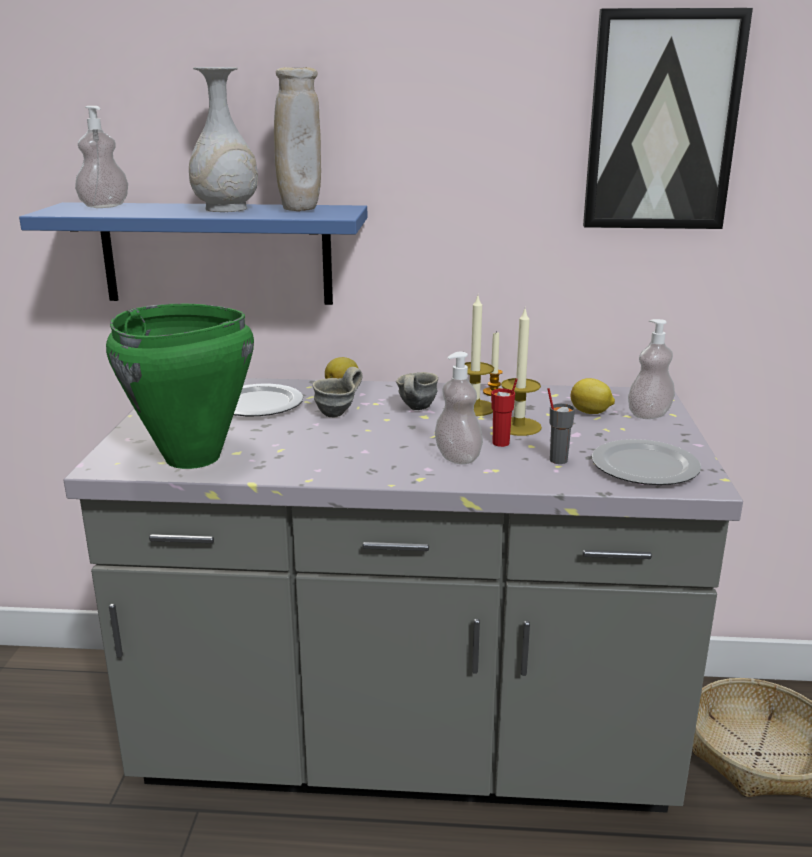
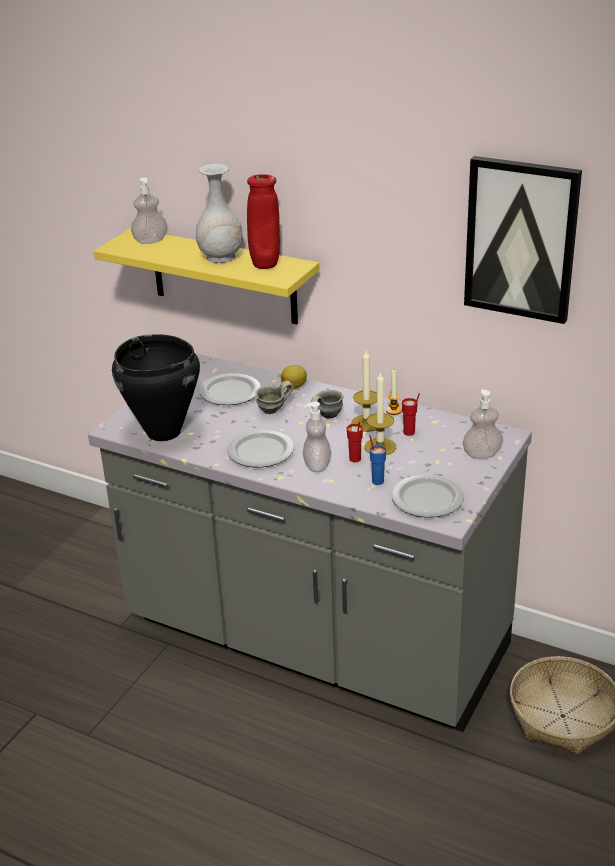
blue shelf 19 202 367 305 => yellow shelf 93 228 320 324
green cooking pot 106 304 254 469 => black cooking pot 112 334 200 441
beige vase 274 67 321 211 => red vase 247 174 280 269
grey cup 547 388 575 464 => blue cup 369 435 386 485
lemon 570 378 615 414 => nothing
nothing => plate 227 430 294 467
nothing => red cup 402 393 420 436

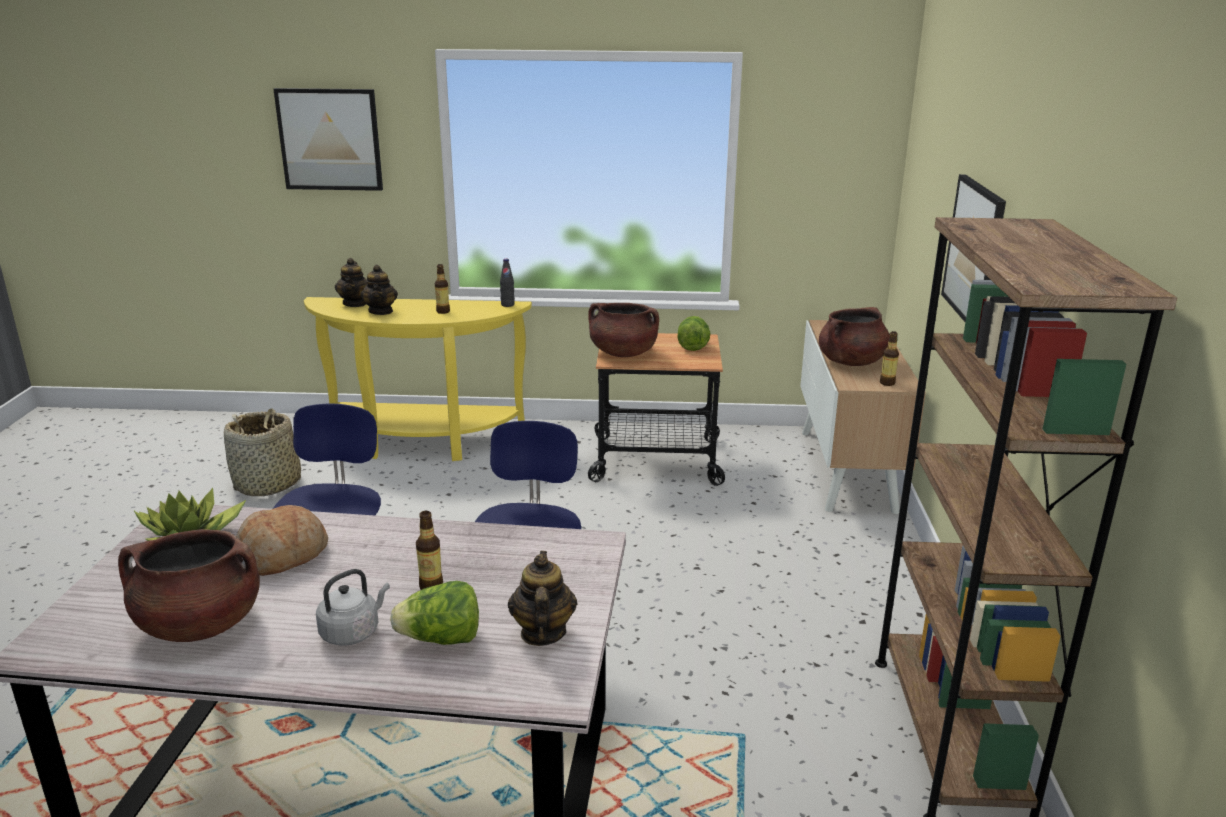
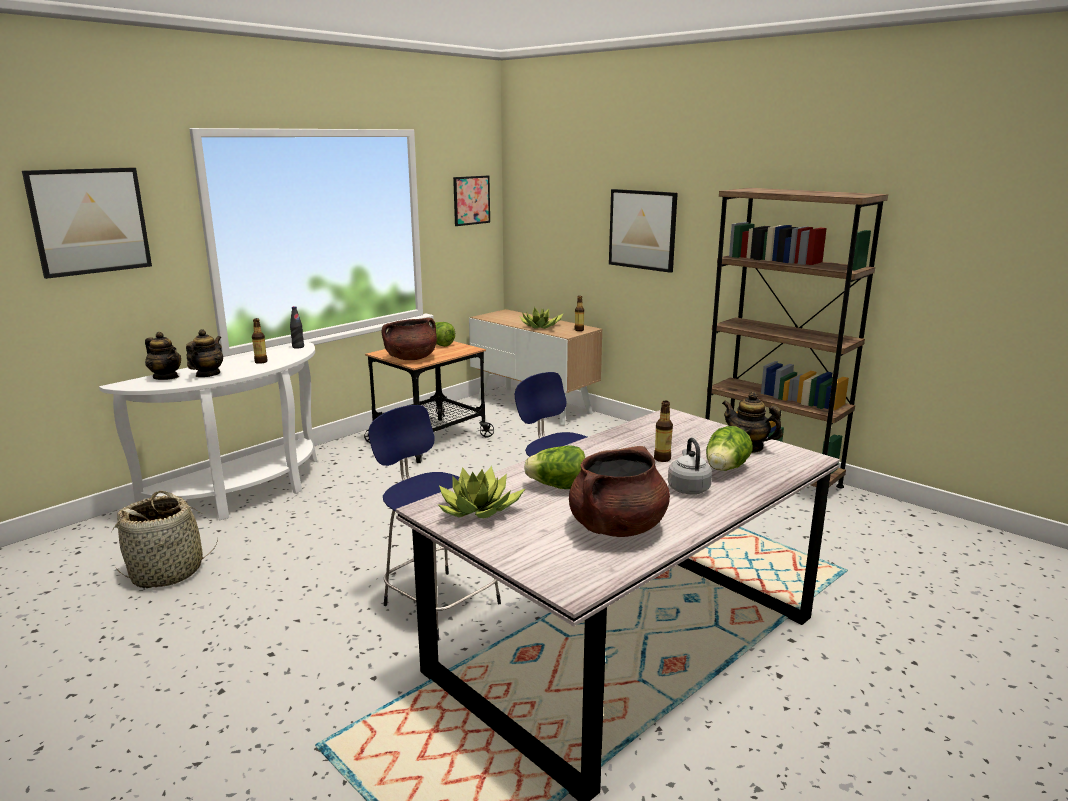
bread 236 505 328 576 => lettuce 524 446 585 489
yellow console table 304 297 532 461 => white console table 99 342 317 520
teapot 360 265 398 315 => teapot 186 329 223 377, 105 degrees counterclockwise
brown cooking pot 819 307 890 366 => potted plant 520 307 564 329
nothing => picture 453 176 490 226

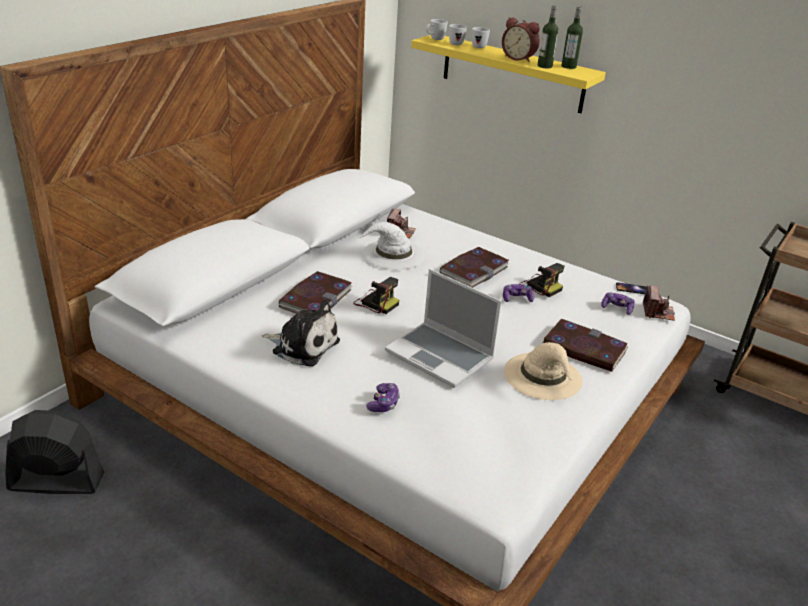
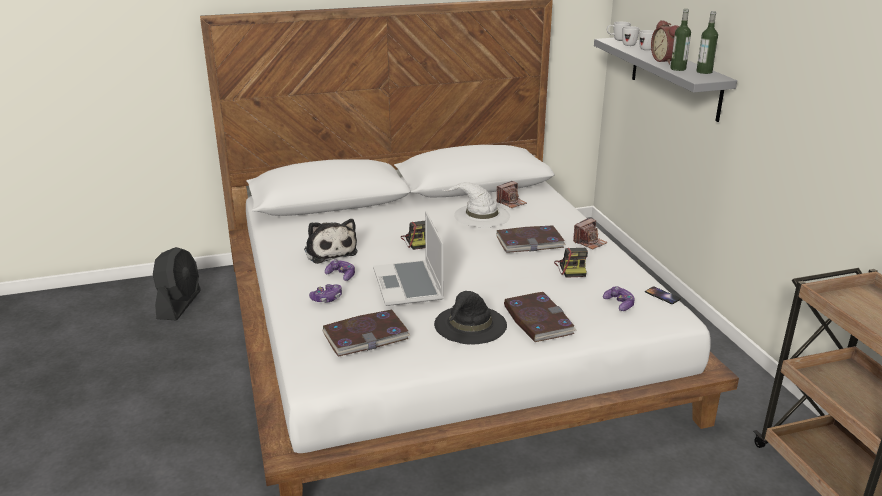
black fan 5 410 104 494 => black fan 153 247 201 321, 60 degrees clockwise
book 278 271 352 314 => book 322 310 411 357, moved
yellow shelf 411 35 606 113 => grey shelf 594 38 737 122
game controller 503 284 534 302 => game controller 325 260 355 281, moved
beige hat 504 342 582 400 => black hat 434 291 507 345
photo camera 643 285 675 321 => photo camera 573 218 608 249, moved

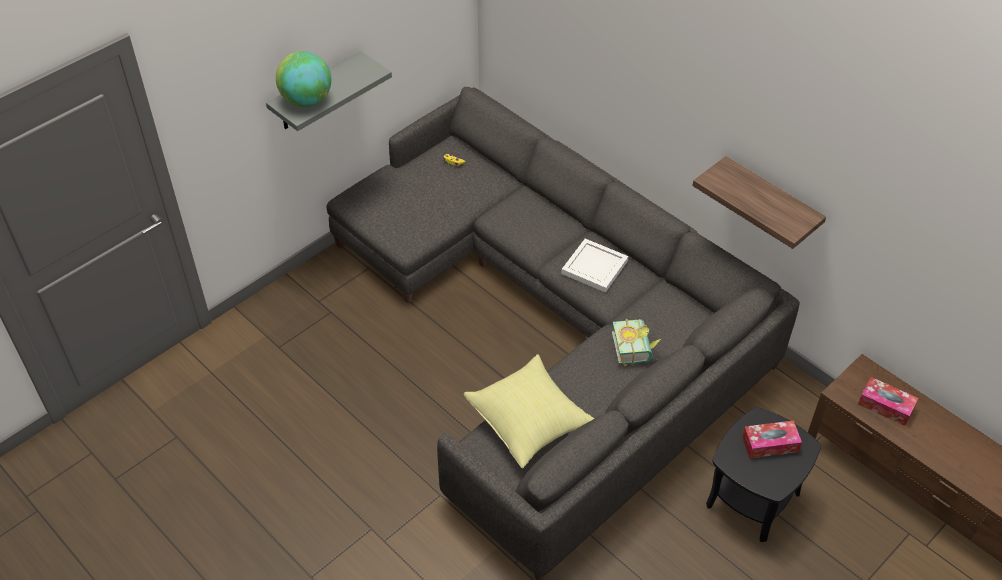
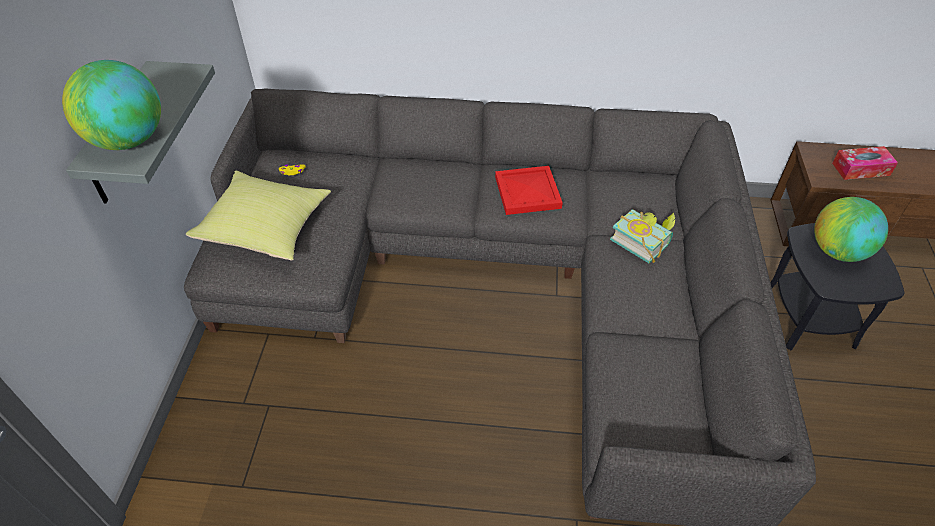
yellow pillow 464 354 594 468 => yellow pillow 186 171 331 261, moved
white tray 561 239 629 293 => red tray 495 166 563 215
shelf 693 156 826 249 => nothing
tissue box 742 421 802 458 => globe 814 197 888 262

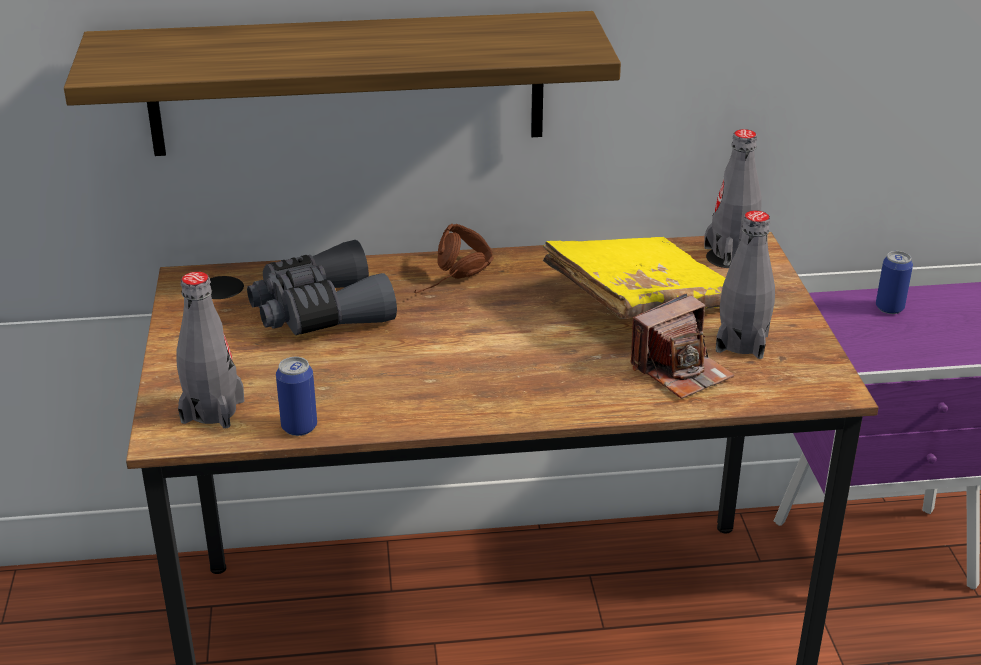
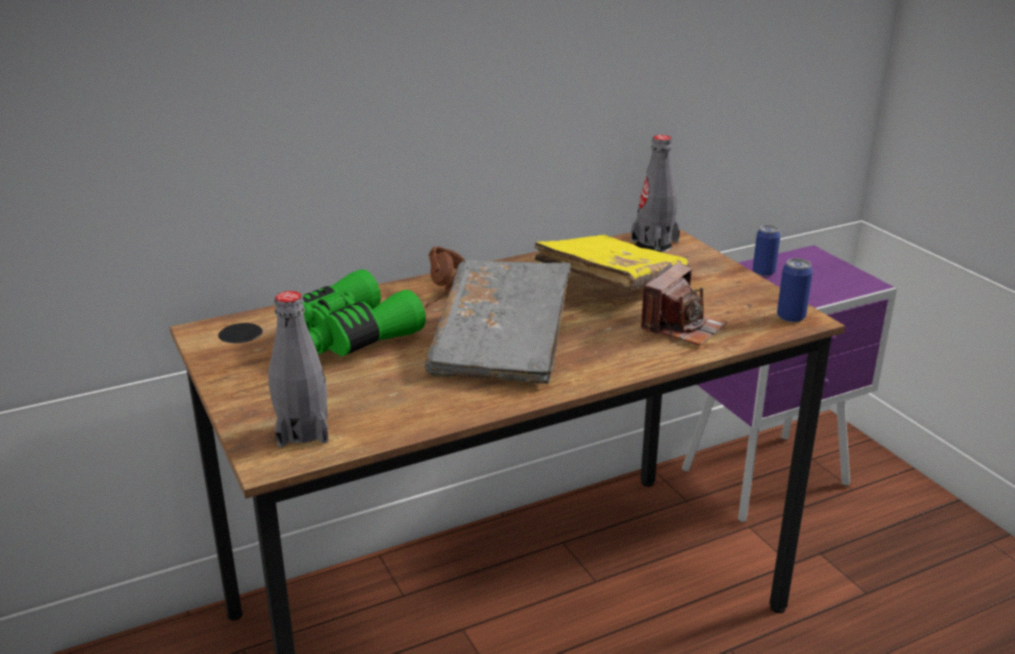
shelf 64 11 621 156 => nothing
grey binoculars 247 240 397 335 => green binoculars 302 269 426 356
can 276 357 317 436 => can 777 258 813 322, moved
grey bottle 716 210 775 359 => nothing
nothing => grey book 425 259 571 384

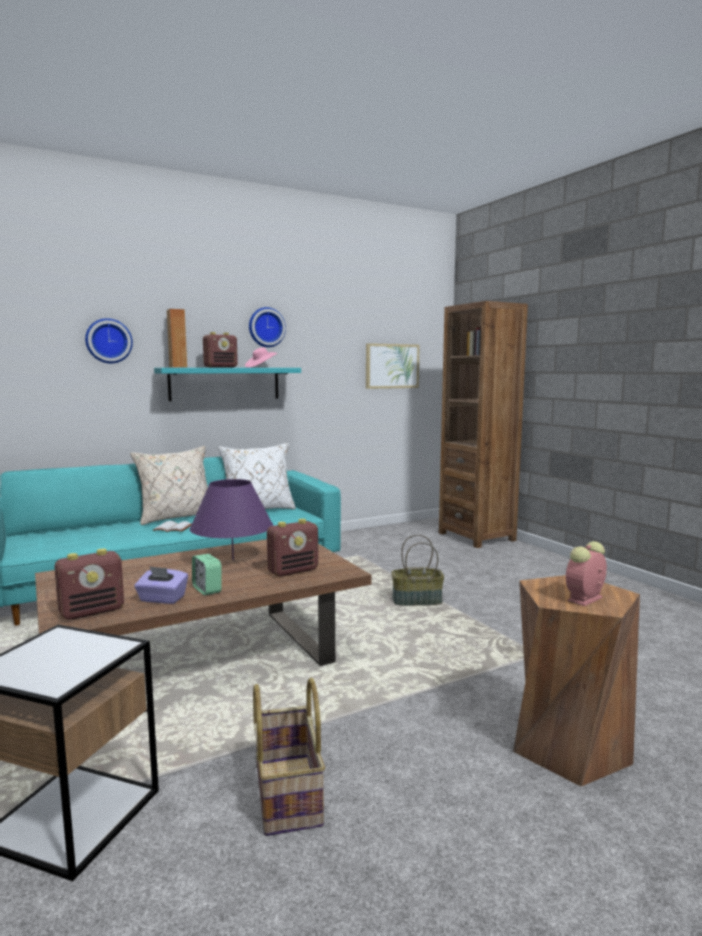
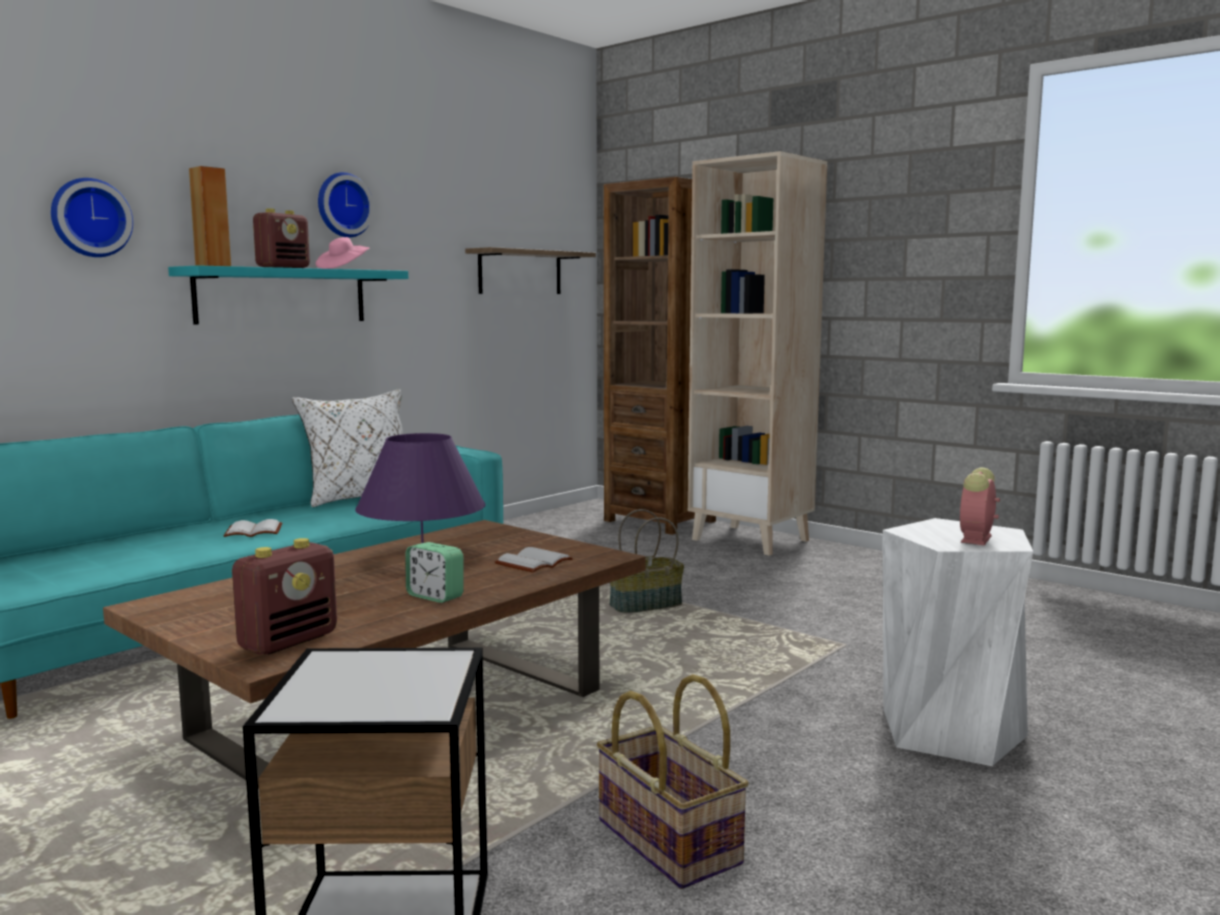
beige pillow 130 446 208 525 => nothing
purple tissue box 134 566 188 604 => nothing
radio 267 519 318 576 => white book 495 547 573 573
picture 366 343 420 389 => shelf 465 247 596 294
brown stool 513 575 640 787 => white stool 883 518 1033 766
nothing => beige bookcase 688 151 827 556

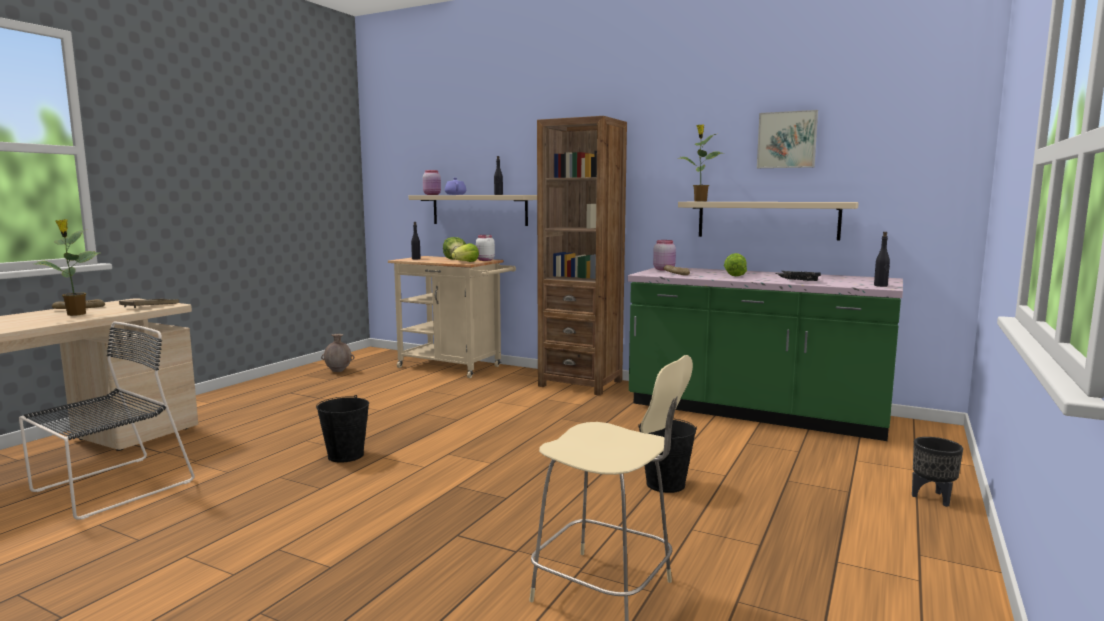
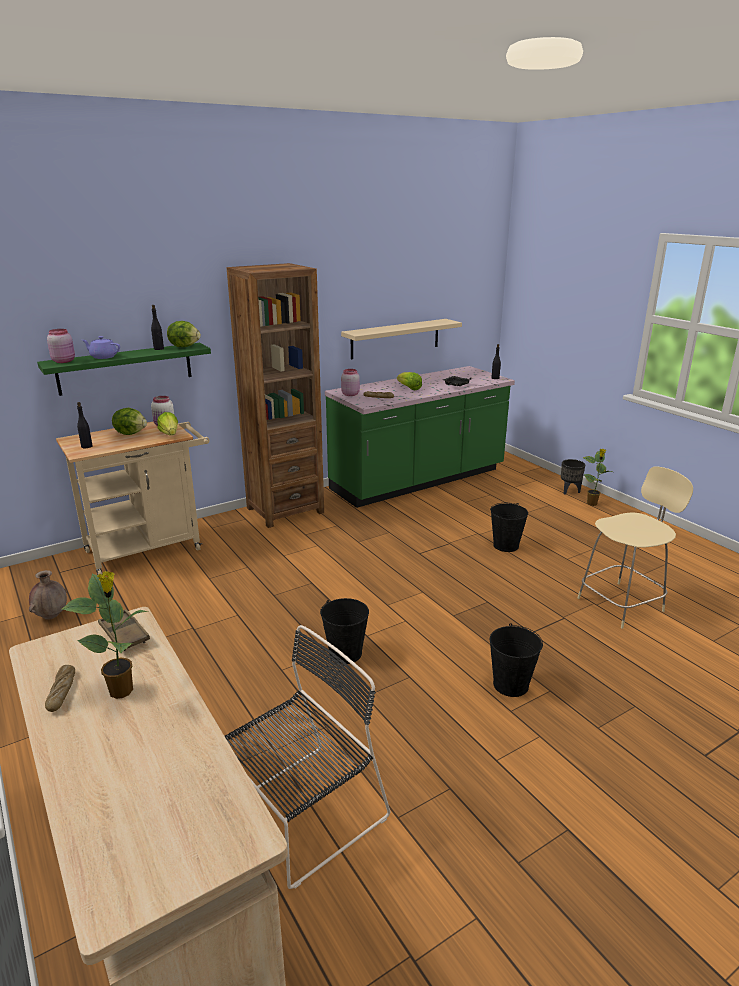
black chair 19 322 195 520 => black chair 225 625 390 889, 75 degrees clockwise
beige shelf 409 195 537 226 => green shelf 37 343 211 396
potted plant 679 124 721 201 => potted plant 583 449 612 506, moved
picture 757 110 818 168 => nothing
nothing => lettuce 167 321 201 347
nothing => black bucket 490 623 543 697

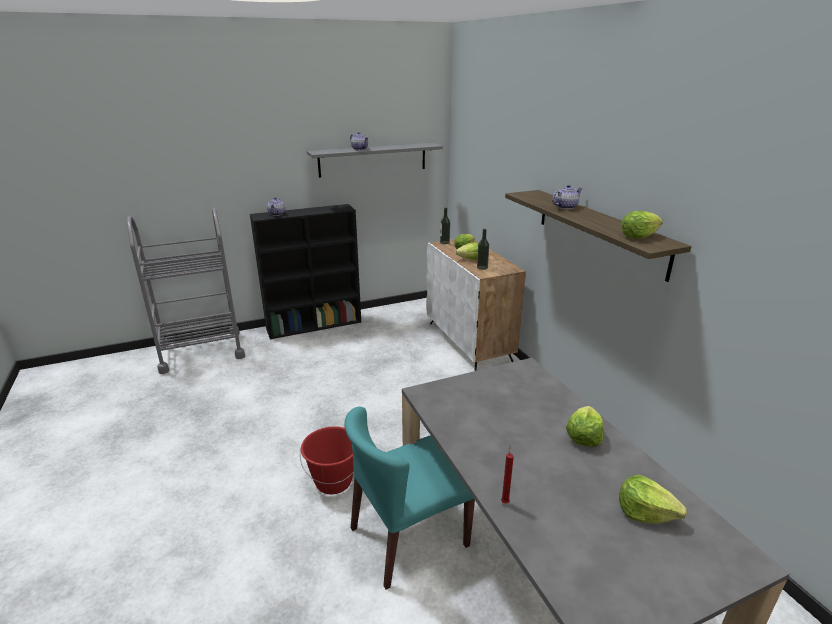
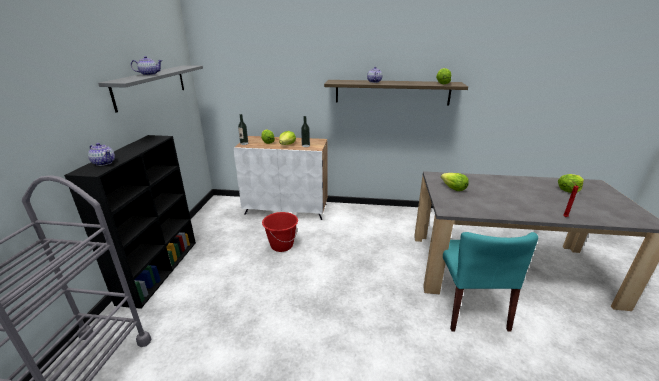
red bucket 300 426 354 495 => red bucket 262 212 298 252, moved
lettuce 566 406 603 447 => lettuce 441 173 469 191, moved

